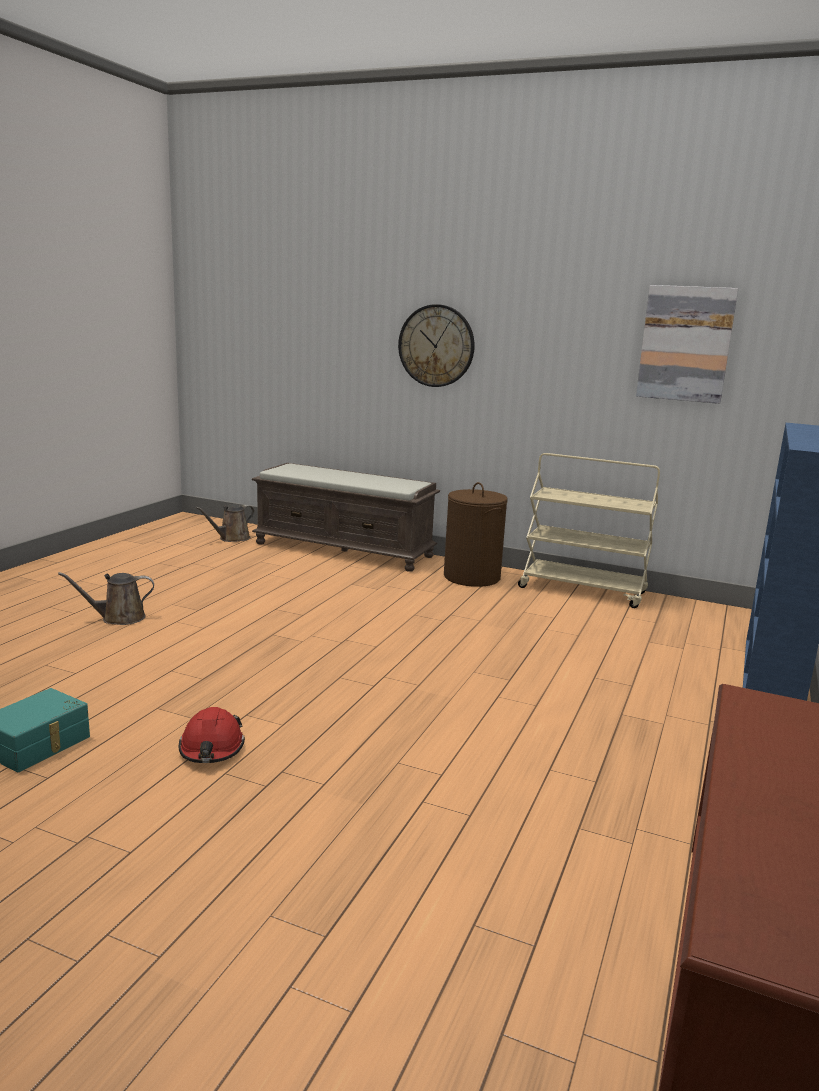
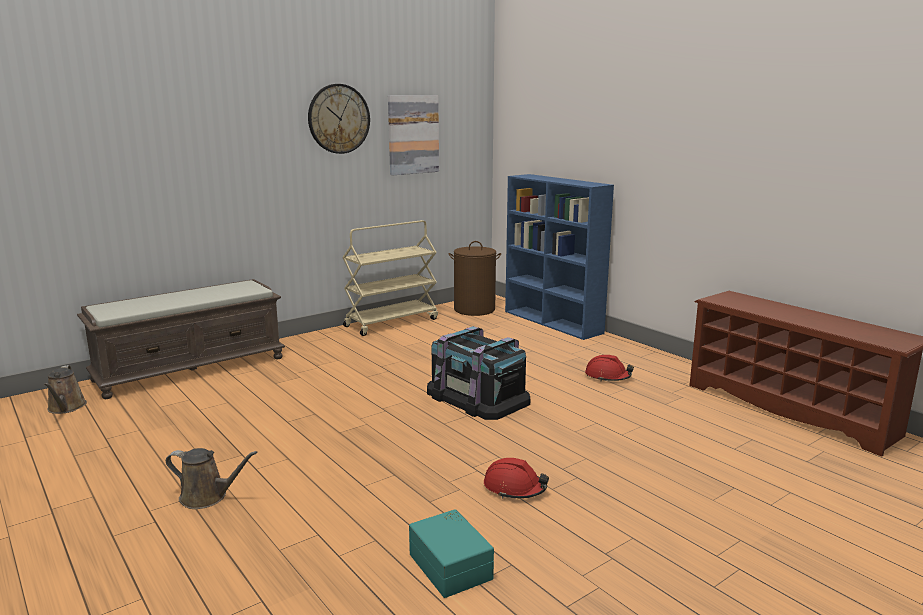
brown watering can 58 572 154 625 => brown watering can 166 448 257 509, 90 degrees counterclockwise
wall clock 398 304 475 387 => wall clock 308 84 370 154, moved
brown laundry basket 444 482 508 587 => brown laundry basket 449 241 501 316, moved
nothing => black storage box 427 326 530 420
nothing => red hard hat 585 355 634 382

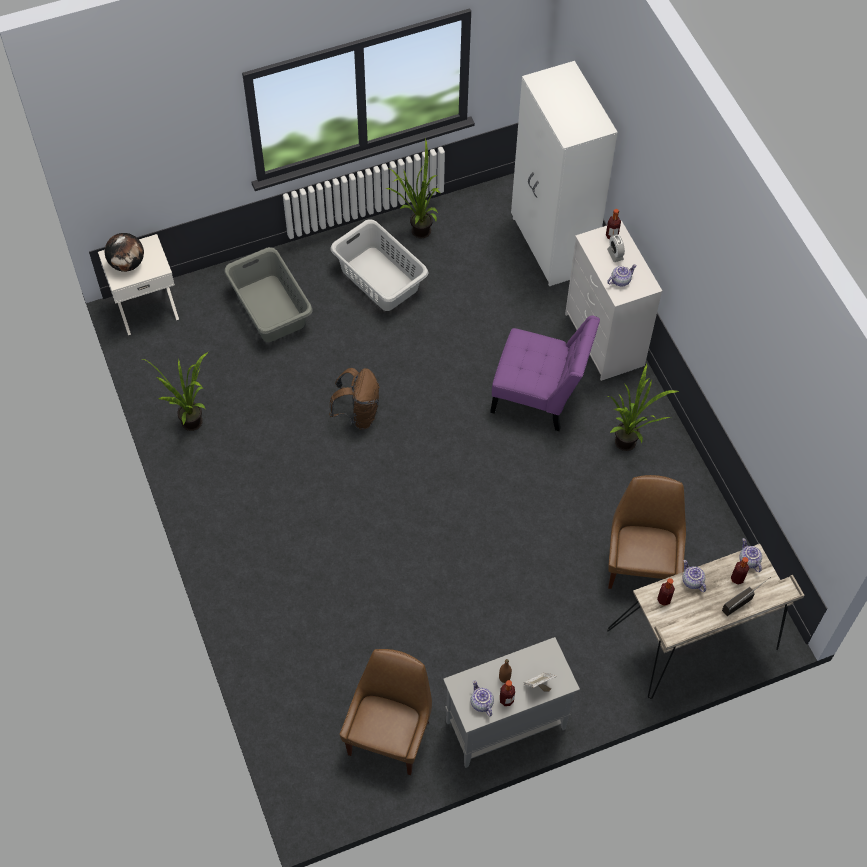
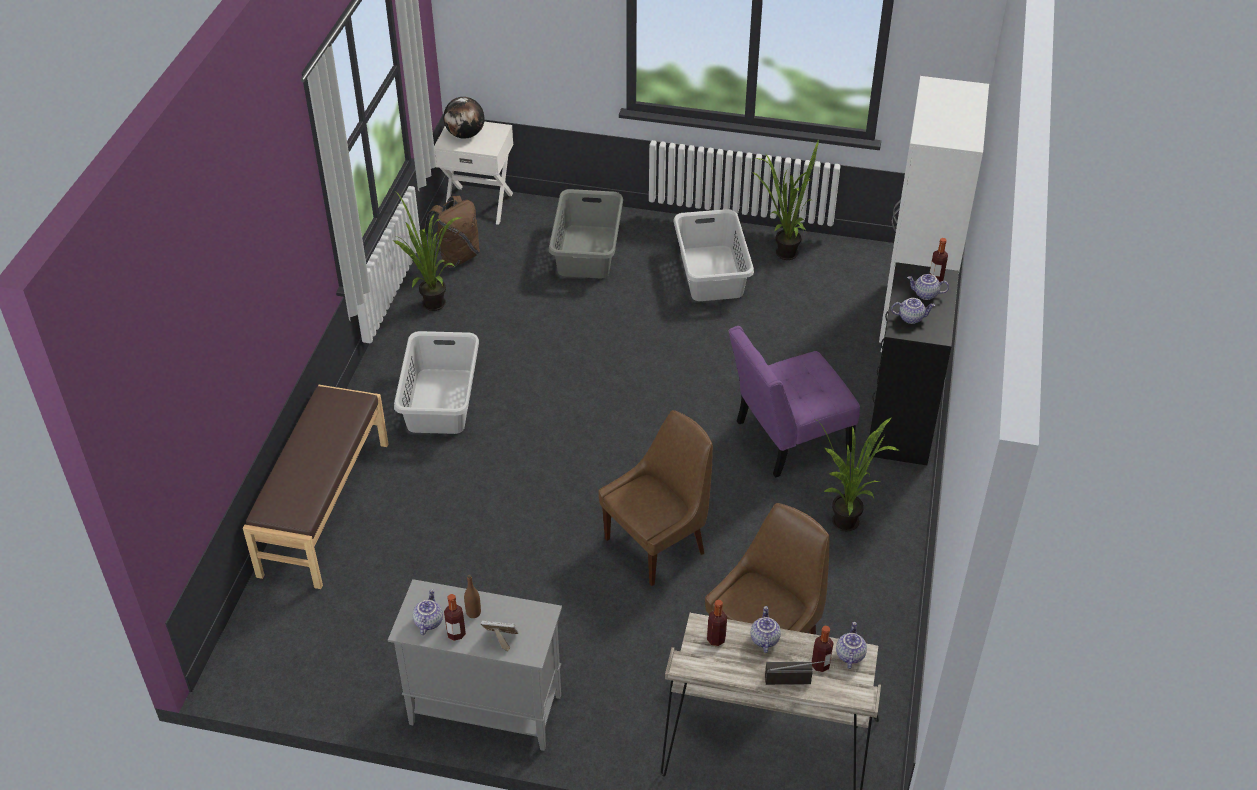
brown backpack 329 368 380 430 => brown backpack 424 196 480 268, moved
brown chair 340 649 432 775 => brown chair 599 410 713 586, moved
purple chair 490 316 600 431 => purple chair 728 326 860 478, 105 degrees clockwise
white dresser 565 221 662 381 => black dresser 868 262 959 465
alarm clock 607 234 625 262 => teapot 907 274 949 300
nothing => brown bench 243 385 388 589
nothing => grey laundry basket 394 331 479 434

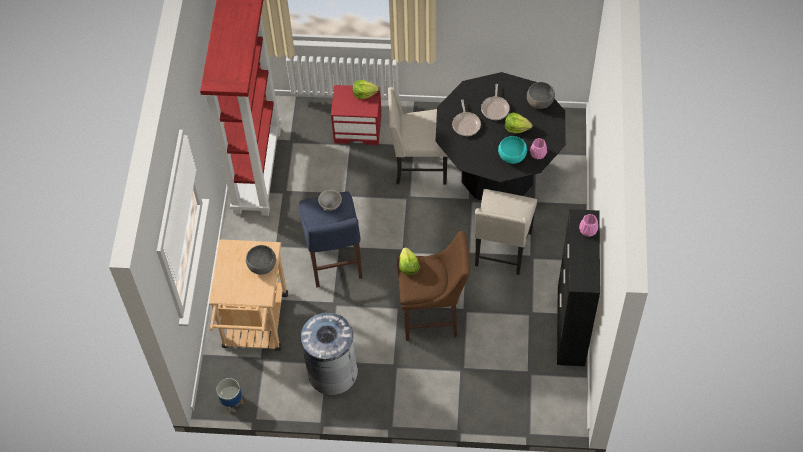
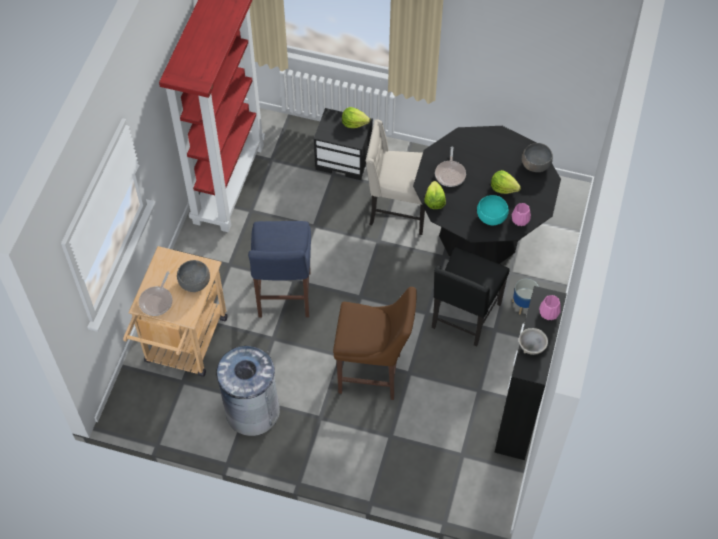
planter 216 378 243 412 => planter 512 278 539 314, moved
grey bowl 318 190 342 211 => grey bowl 519 328 548 355, moved
red nightstand 331 85 382 145 => black nightstand 314 108 373 180
lettuce 399 247 420 275 => lettuce 424 181 446 209, moved
beige chair 475 189 537 275 => black chair 432 247 510 347
frying pan 481 84 510 120 => frying pan 139 271 172 316, moved

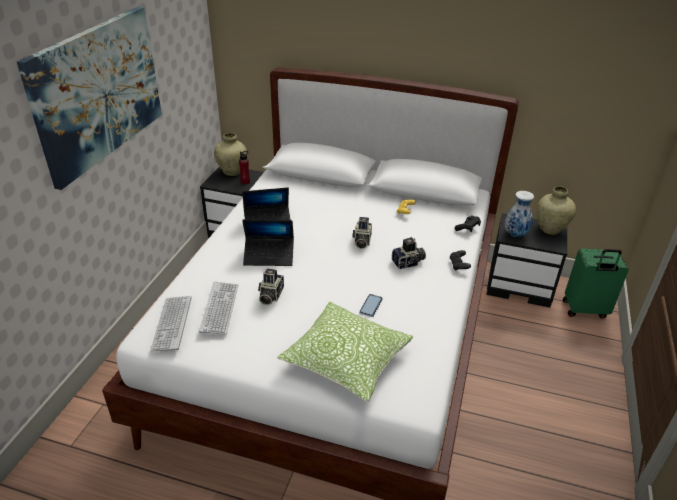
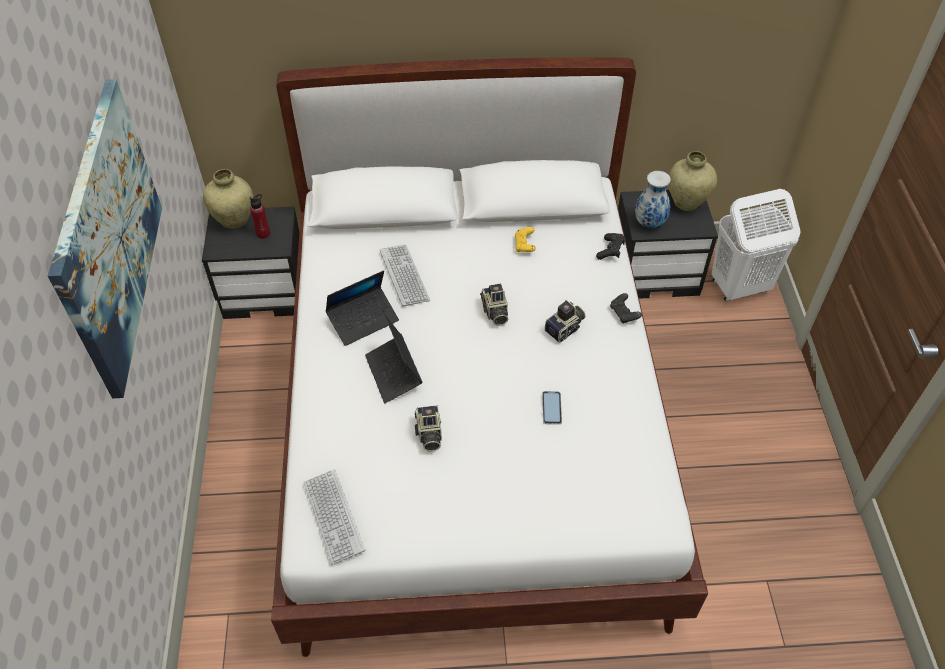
keyboard 199 282 238 335 => keyboard 380 245 430 307, moved
laptop 242 220 294 266 => laptop 365 314 423 403, 90 degrees clockwise
pillow 277 302 414 402 => nothing
green suitcase 563 249 629 318 => white laundry basket 712 189 800 301

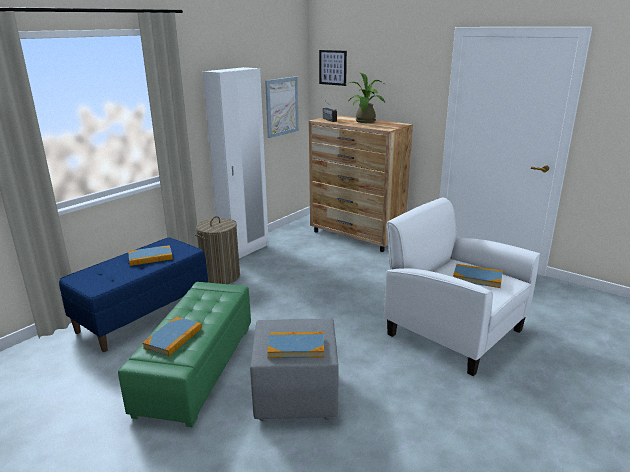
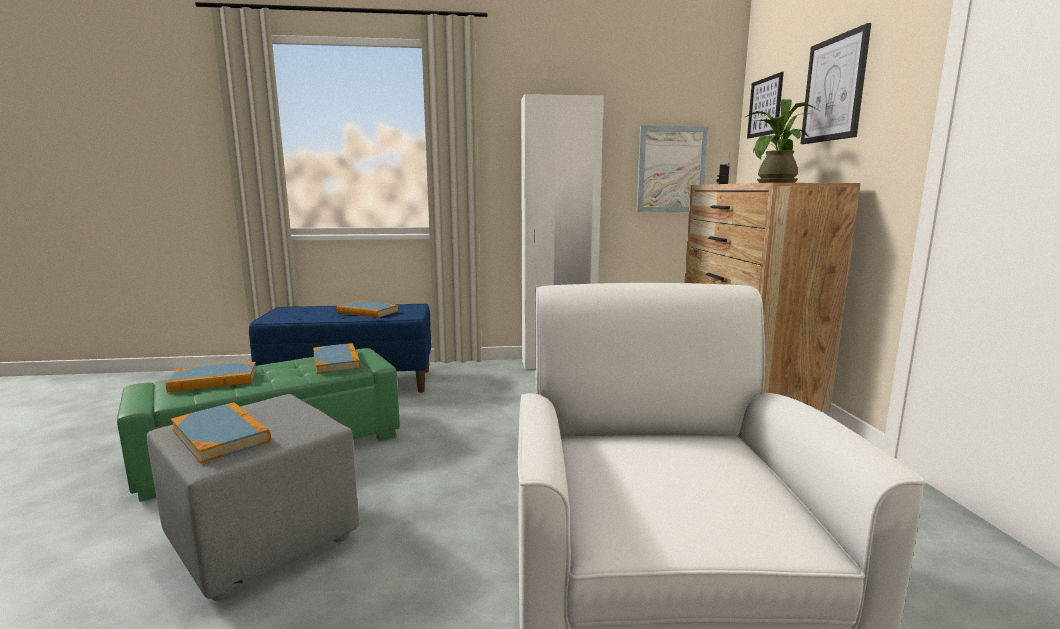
laundry basket 195 216 240 284 => nothing
book 453 264 503 288 => book 313 343 361 374, moved
nothing => picture 800 23 871 144

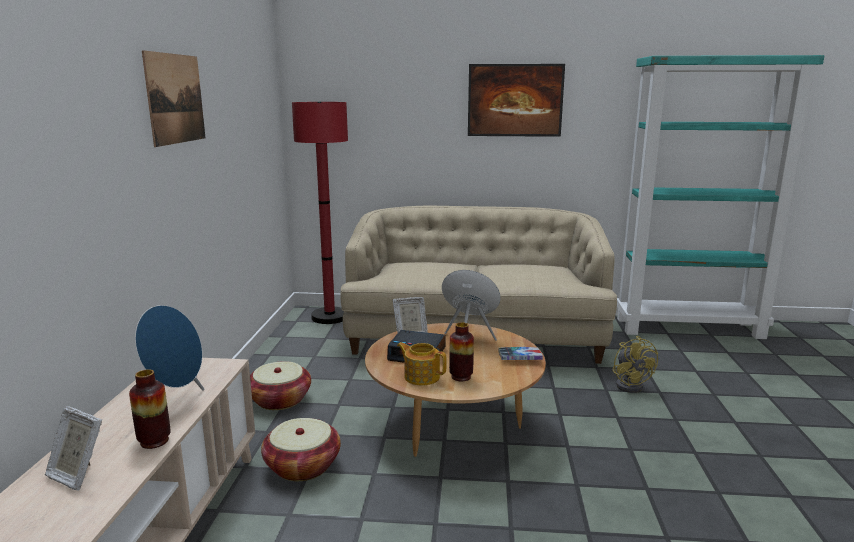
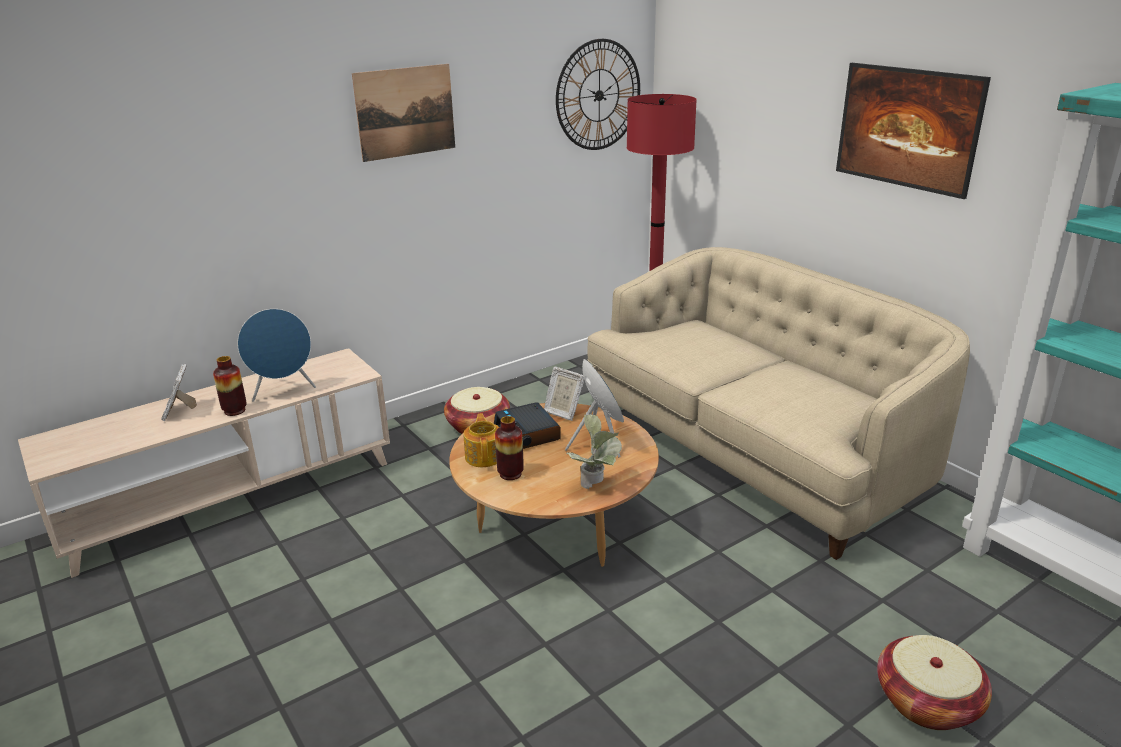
basket 261 418 341 481 => basket 877 635 992 730, moved
book 498 347 543 360 => potted plant 566 414 622 489
yellow fan 612 336 658 393 => nothing
nothing => wall clock 556 39 640 150

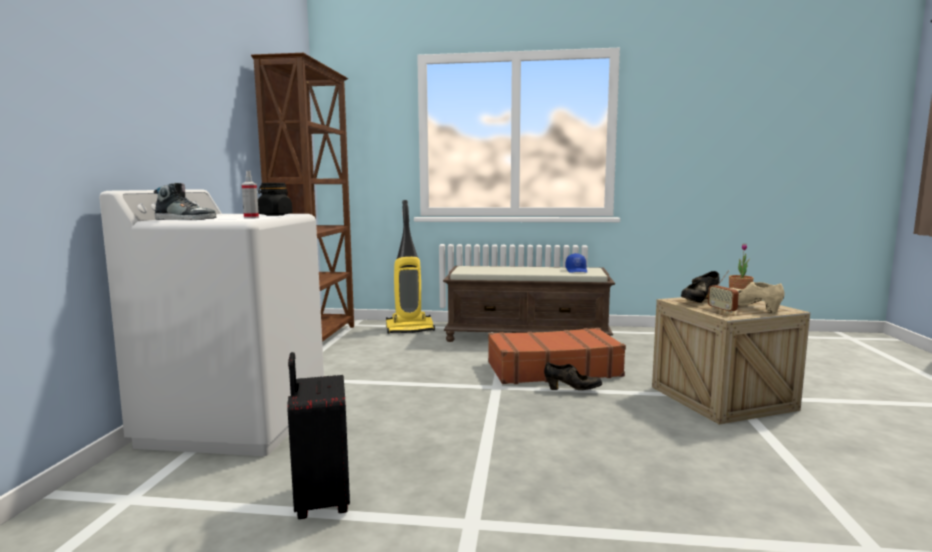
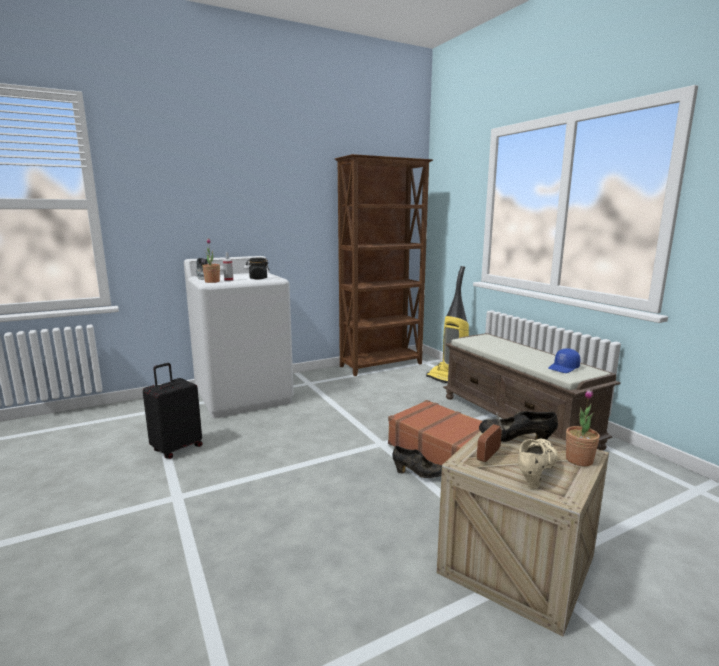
black shoe 544 362 602 390 => black shoe 392 446 442 478, 45 degrees counterclockwise
nothing => potted plant 202 238 220 283

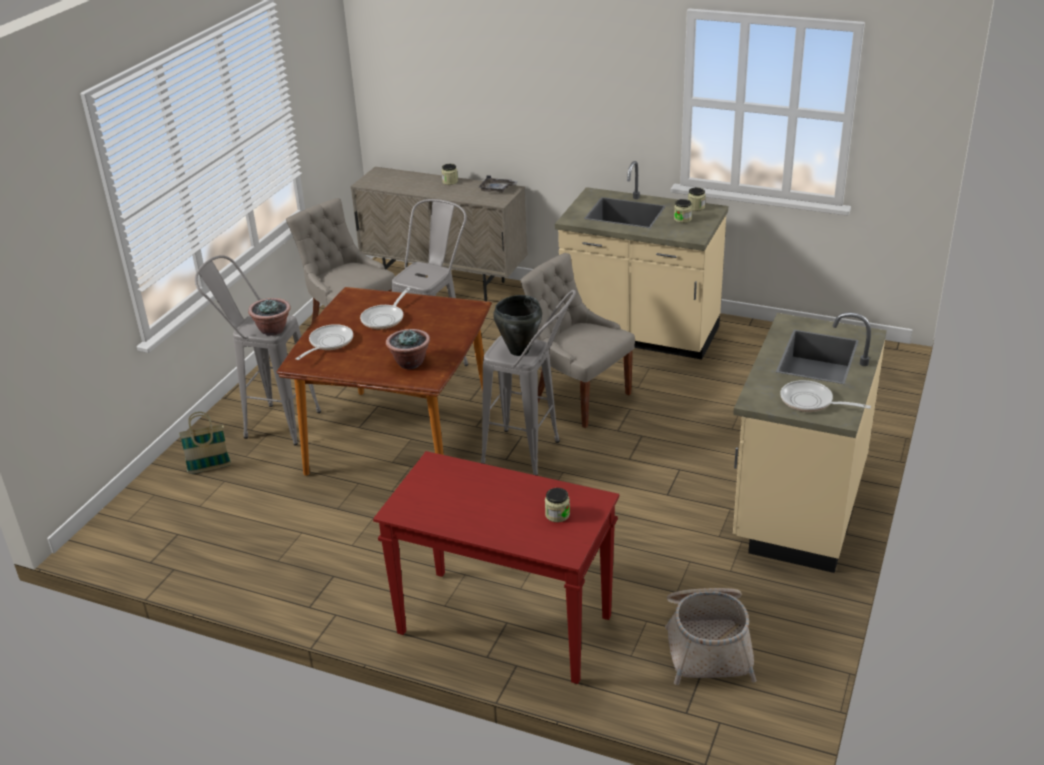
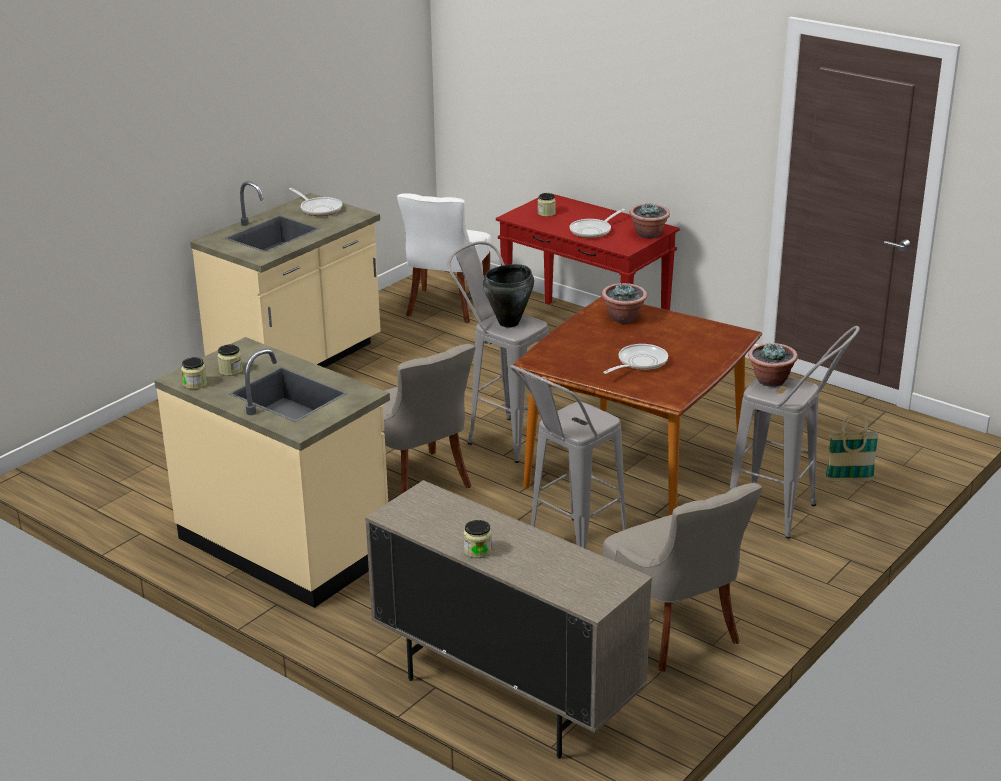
frying pan 296 324 353 360 => frying pan 570 209 625 238, moved
grey tray 478 175 518 193 => nothing
basket 665 588 757 685 => white chair 397 193 491 323
nothing => potted plant 630 203 670 239

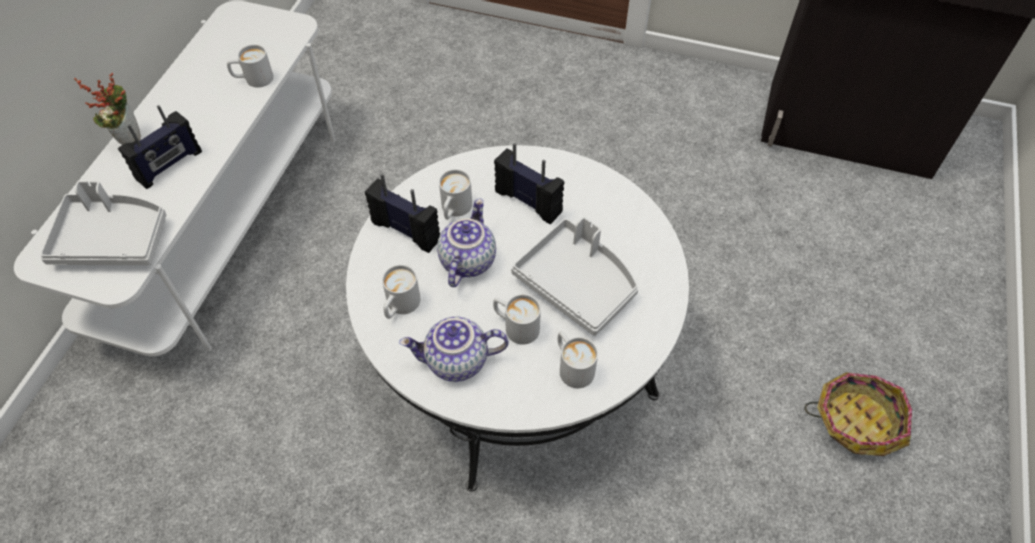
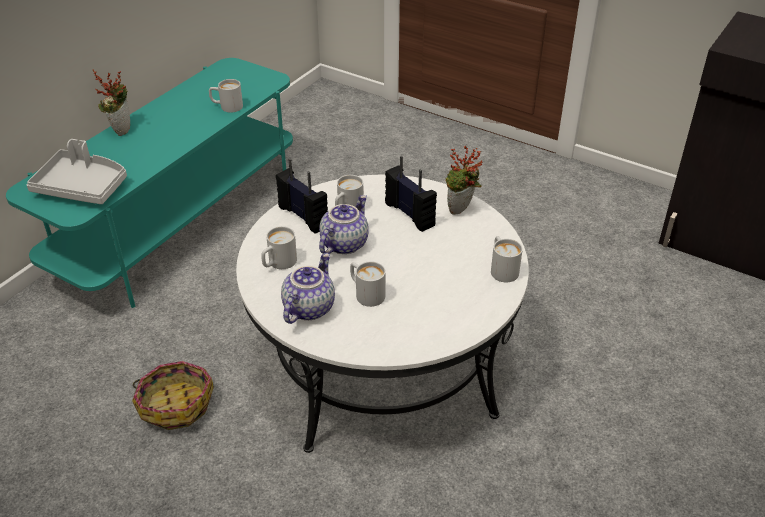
white tv stand 14 0 336 356 => turquoise tv stand 6 58 293 308
radio 118 105 202 189 => nothing
teapot 399 316 509 382 => teapot 281 253 335 324, 105 degrees clockwise
grey tray 511 217 639 336 => nothing
white mug 558 331 598 388 => white mug 491 236 523 282, moved
basket 805 373 912 456 => basket 132 361 214 430, moved
nothing => potted plant 445 146 483 215

